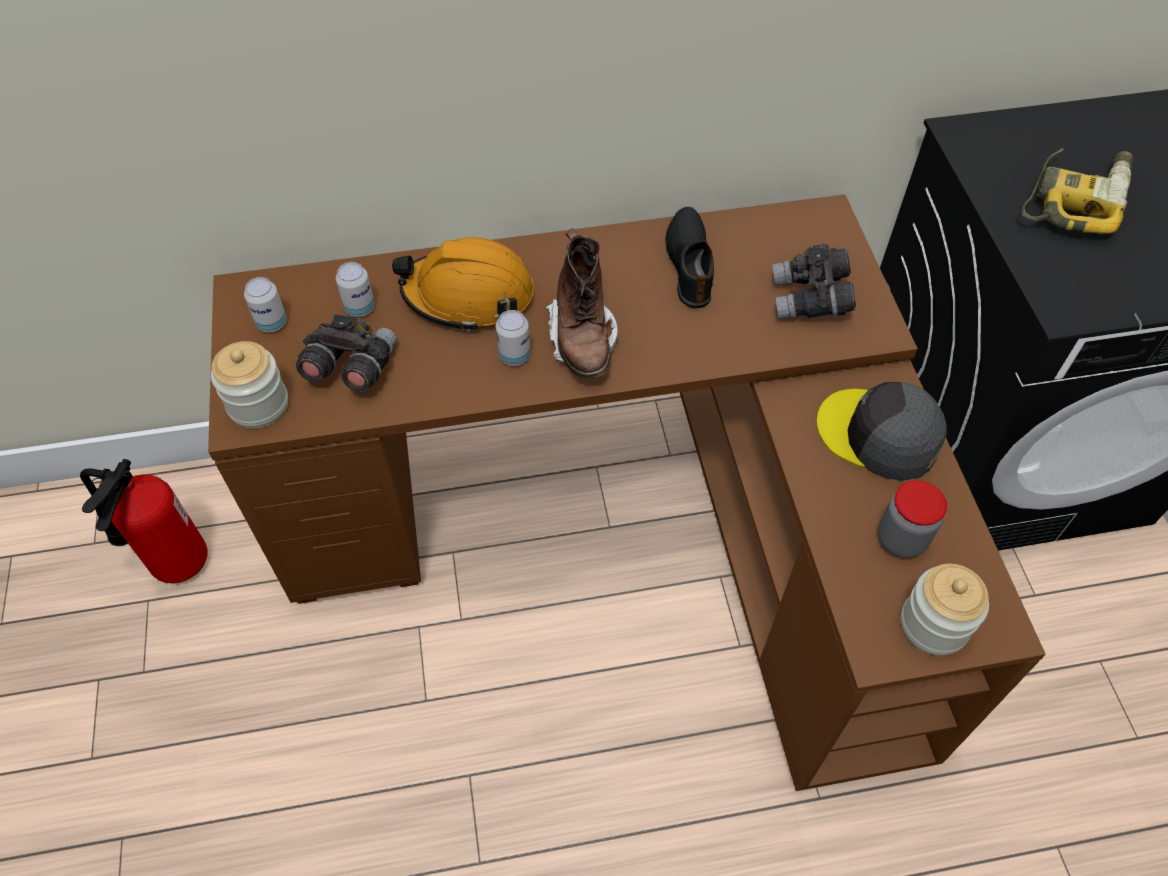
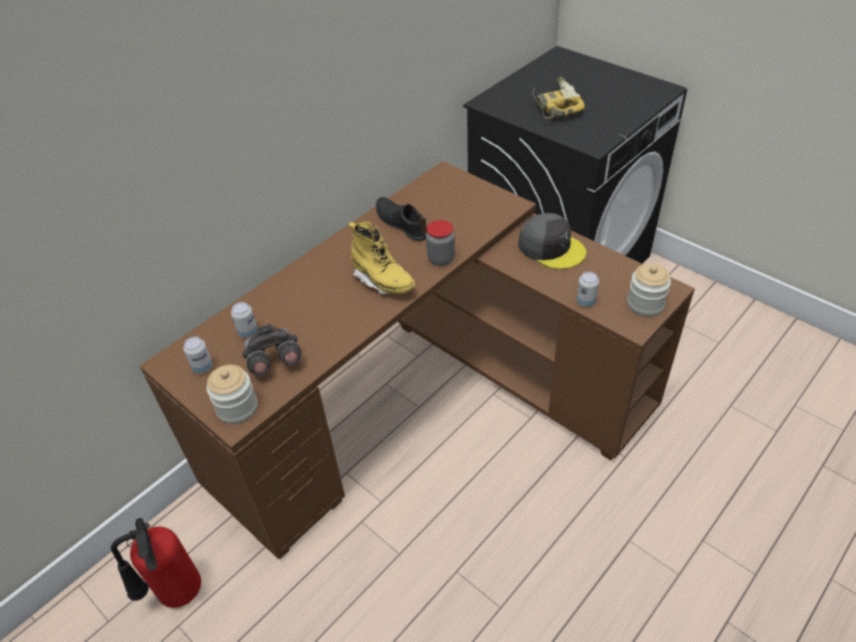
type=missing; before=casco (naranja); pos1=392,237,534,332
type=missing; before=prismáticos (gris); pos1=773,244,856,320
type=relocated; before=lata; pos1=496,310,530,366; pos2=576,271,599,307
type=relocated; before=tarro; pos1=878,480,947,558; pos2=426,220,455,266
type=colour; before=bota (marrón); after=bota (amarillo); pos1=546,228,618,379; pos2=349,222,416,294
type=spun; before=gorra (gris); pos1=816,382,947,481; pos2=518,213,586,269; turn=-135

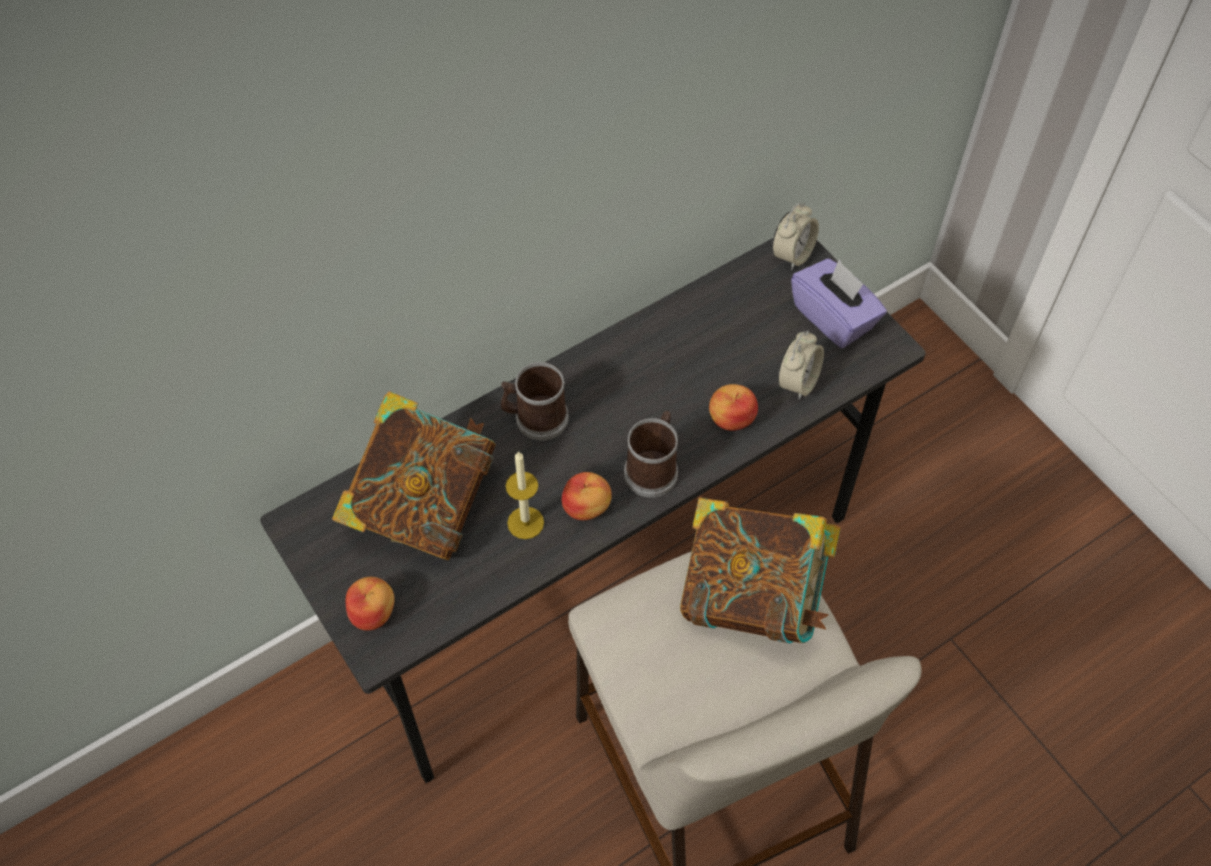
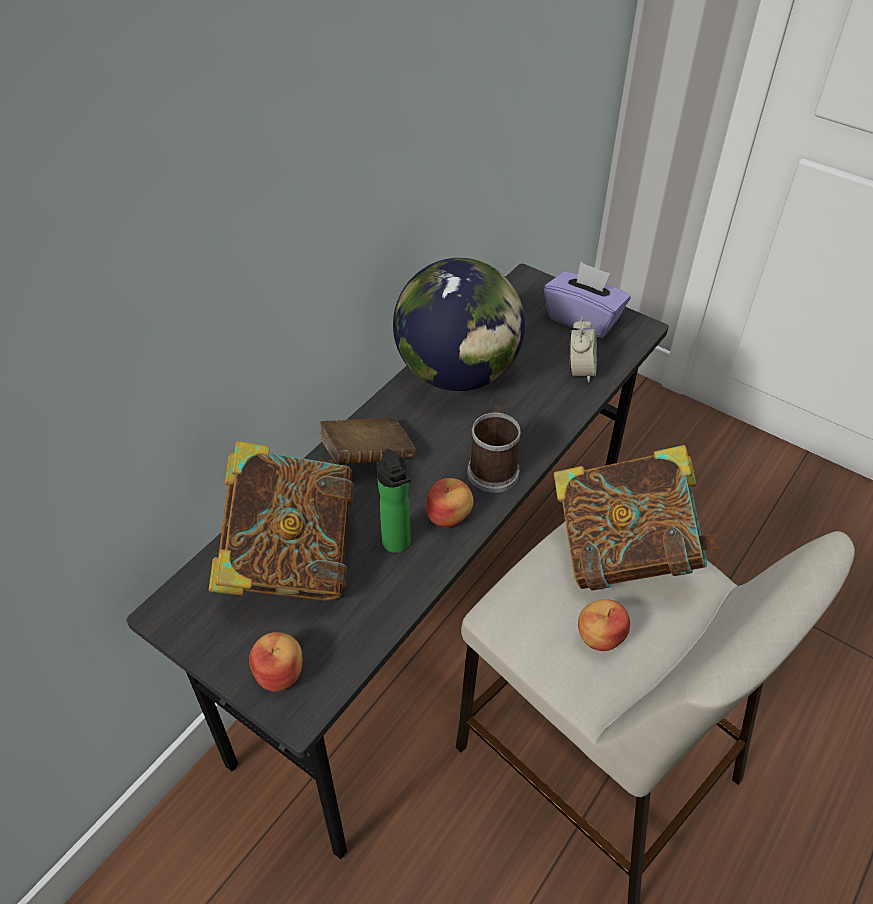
type=missing; before=despertador; pos1=772,202,819,270
type=appeared; after=globo terráqueo; pos2=393,258,525,391
type=relocated; before=manzana; pos1=709,384,758,431; pos2=578,599,630,651
type=exchanged; before=taza grande; after=libro (marrón); pos1=501,362,569,441; pos2=318,417,416,465
type=exchanged; before=vela; after=botella; pos1=506,451,544,539; pos2=377,449,411,553

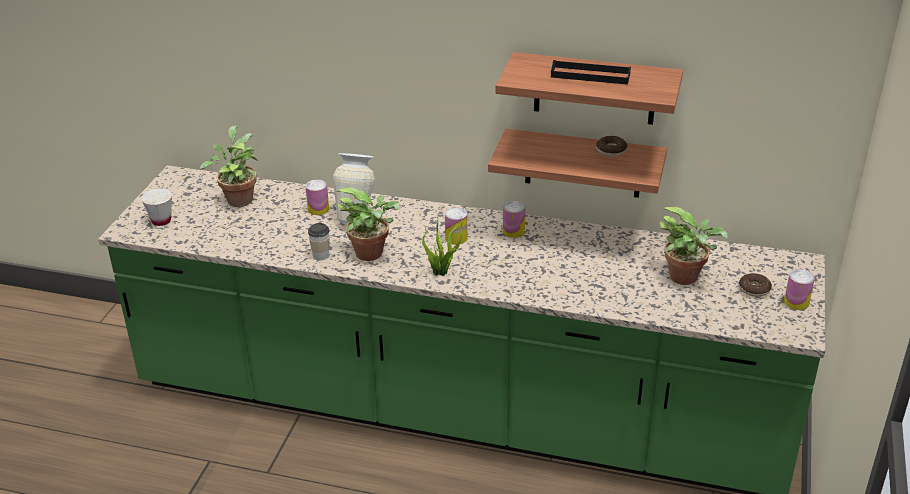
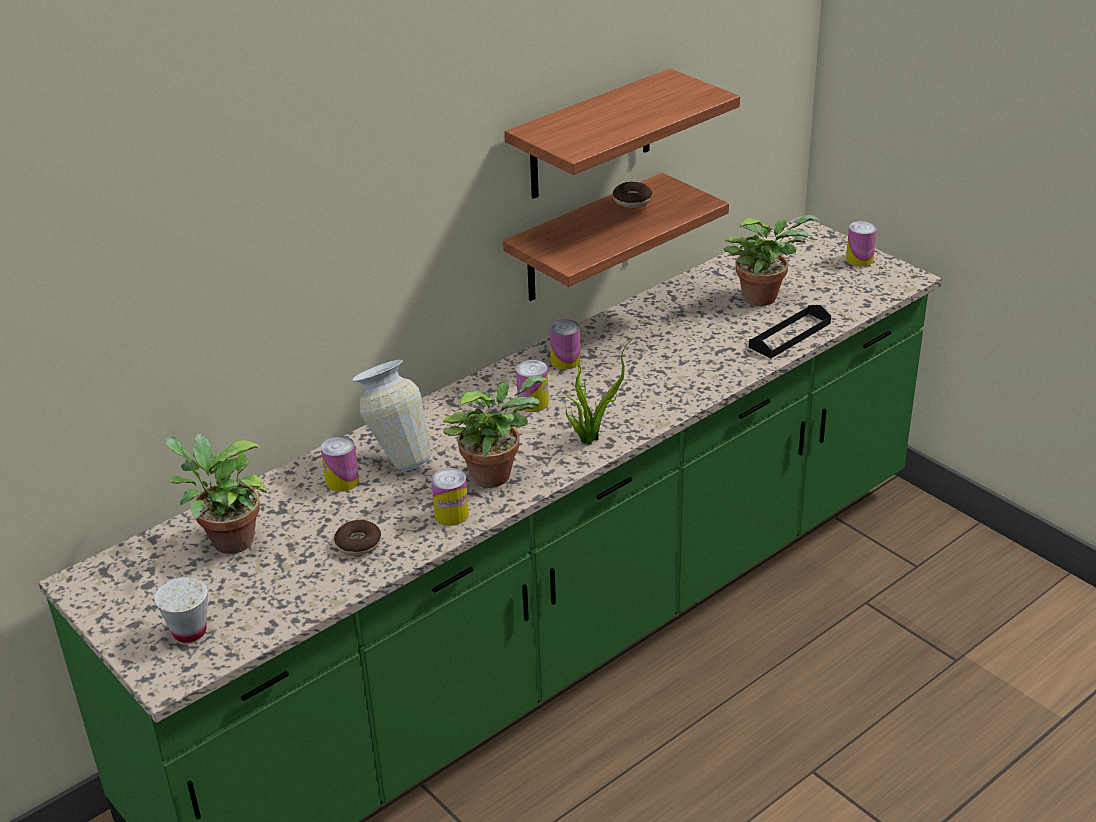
type=relocated; before=bandeja (negro); pos1=551,60,631,85; pos2=749,305,831,359
type=relocated; before=rosquilla; pos1=739,273,772,297; pos2=334,520,381,556
type=exchanged; before=taza; after=lata; pos1=308,223,330,260; pos2=431,468,469,526

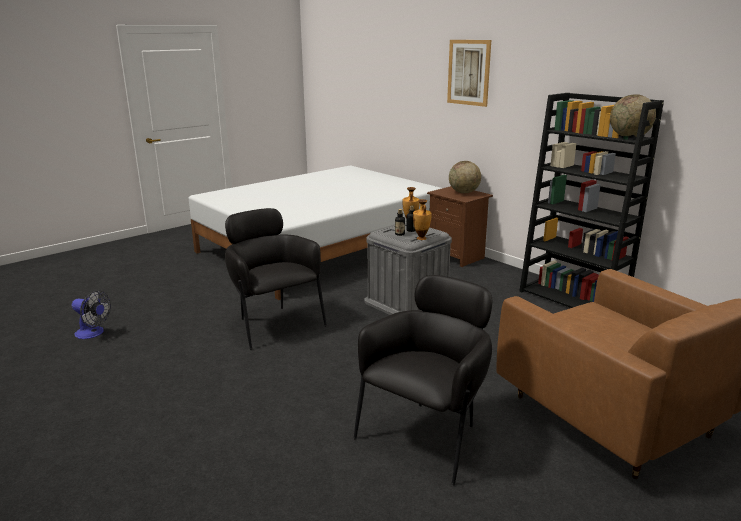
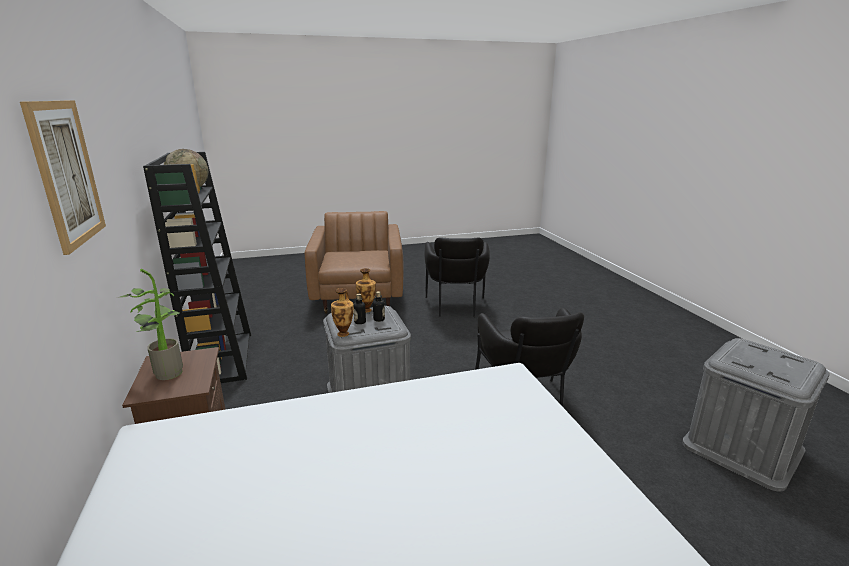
type=exchanged; before=ventilador; after=caja de almacenaje (gris); pos1=72,291,111,339; pos2=682,338,830,491
type=exchanged; before=globo terráqueo; after=planta en maceta; pos1=449,161,481,193; pos2=120,269,183,380
type=spun; before=sillón (negro); pos1=353,275,492,485; pos2=425,237,490,317; turn=-60

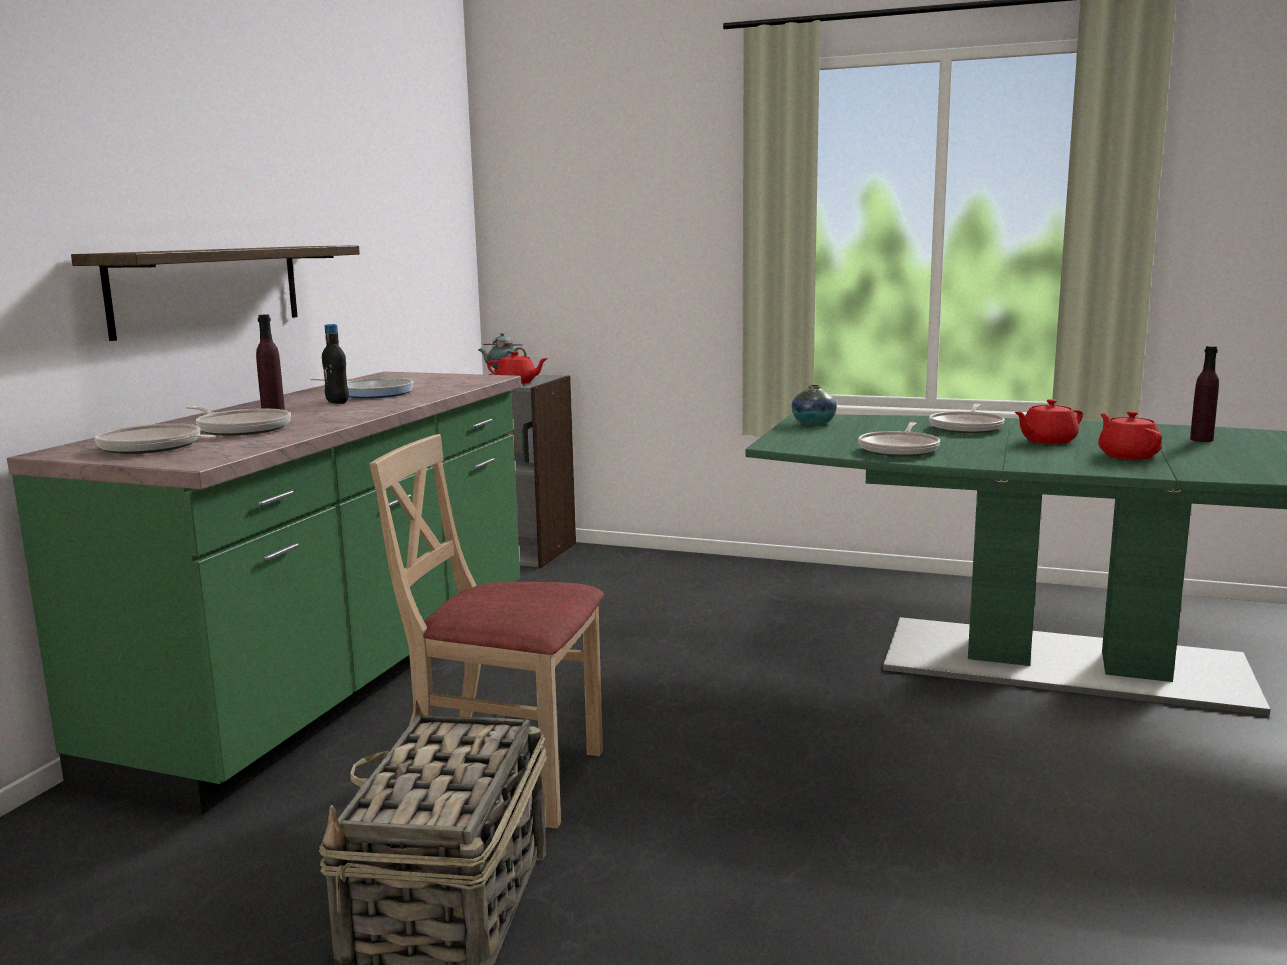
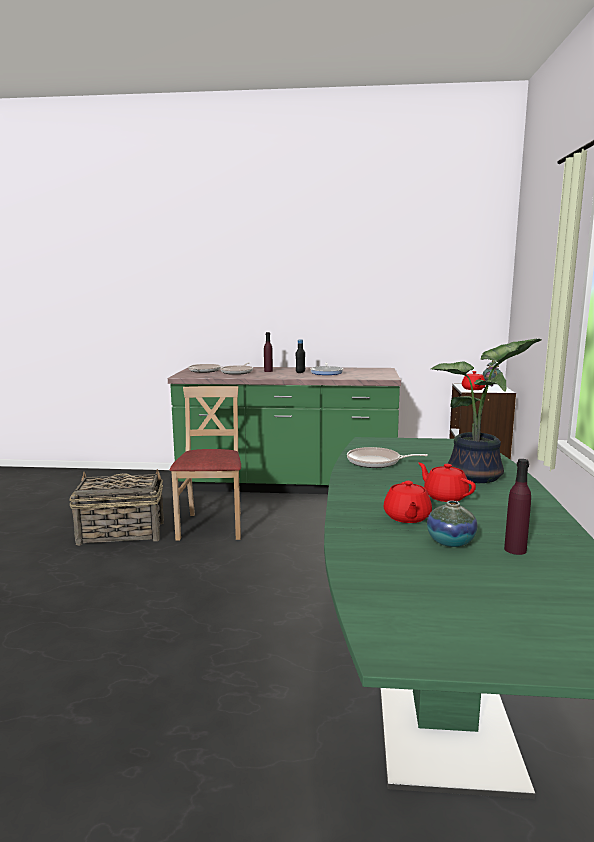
type=missing; before=estante; pos1=71,245,360,341
type=relocated; before=florero; pos1=791,385,837,425; pos2=427,501,477,547
type=exchanged; before=sartén; after=planta en maceta; pos1=929,404,1005,433; pos2=431,339,541,483
type=spun; before=tetera (rojo); pos1=1098,411,1162,460; pos2=383,481,432,523; turn=120

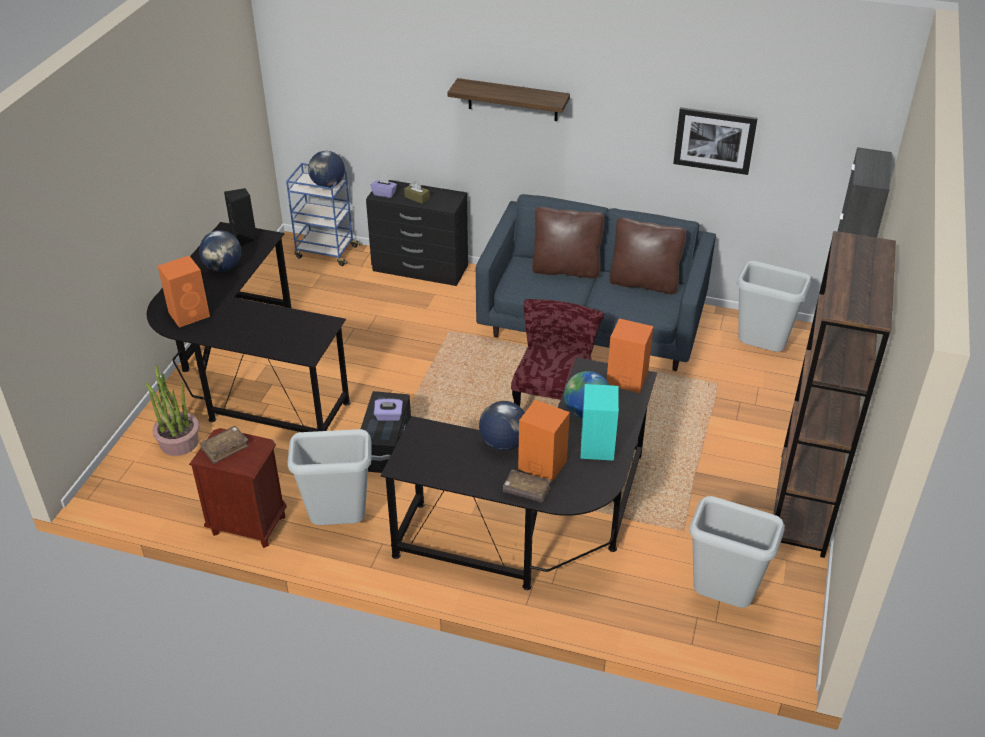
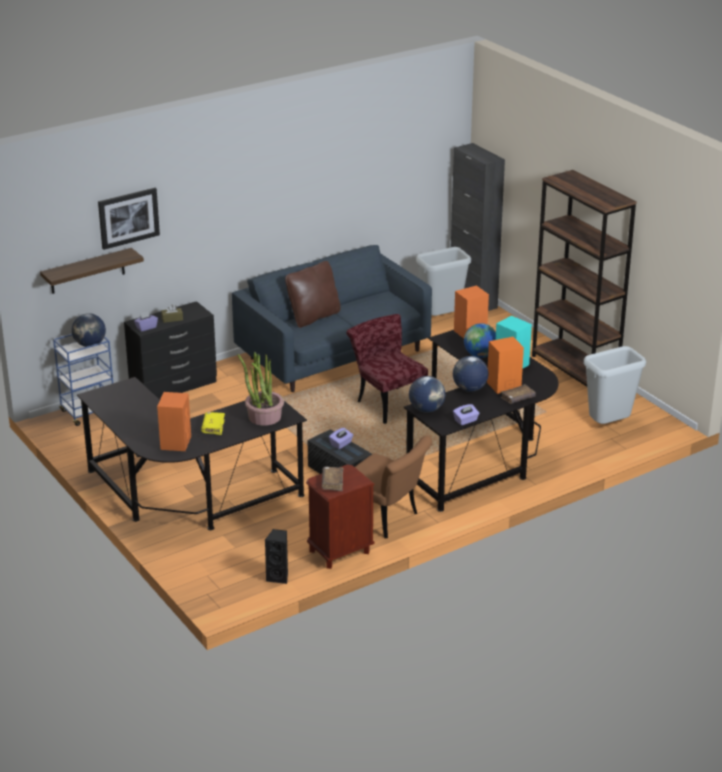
type=missing; before=cojín (marrón); pos1=609,217,686,294
type=appeared; after=libro (amarillo); pos2=201,412,225,435
type=appeared; after=caja de pañuelos (morado); pos2=453,404,480,425
type=relocated; before=planta en maceta; pos1=145,365,199,456; pos2=237,352,284,426
type=relocated; before=globo terráqueo; pos1=199,230,241,272; pos2=409,376,445,413
type=relocated; before=altavoz (negro); pos1=224,188,257,246; pos2=264,529,288,584
type=relocated; before=estante; pos1=448,78,570,121; pos2=40,248,144,294
type=relocated; before=cuadro; pos1=673,107,758,175; pos2=98,188,160,250
type=exchanged; before=papelera (gris); after=silla (marrón); pos1=288,429,372,525; pos2=355,435,432,538

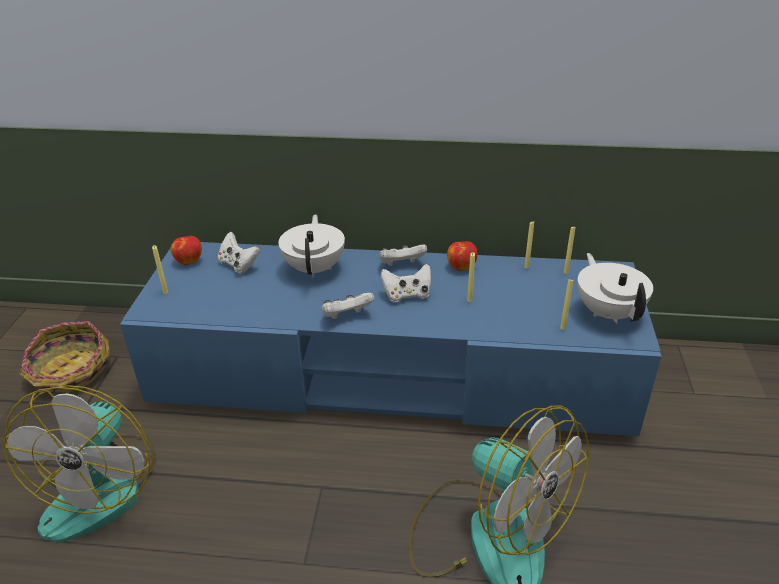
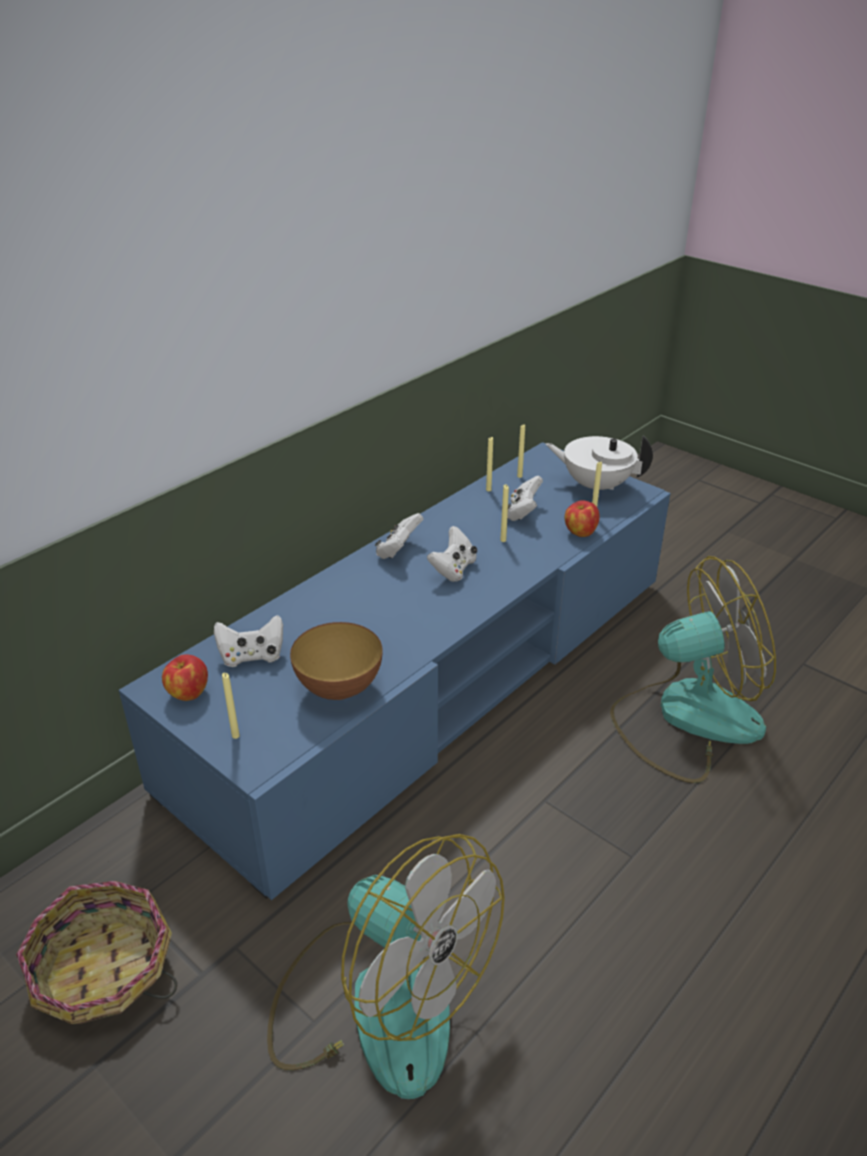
type=missing; before=tetera (blanco); pos1=279,214,345,278
type=appeared; after=cuenco; pos2=290,622,383,700
type=relocated; before=mando de consola (blanco); pos1=322,293,374,320; pos2=507,476,543,521
type=relocated; before=manzana; pos1=447,241,478,271; pos2=564,500,599,537

